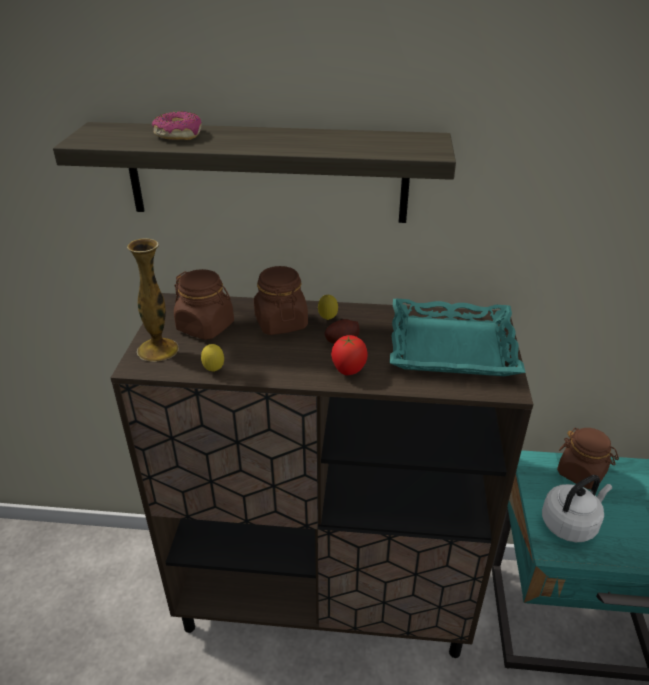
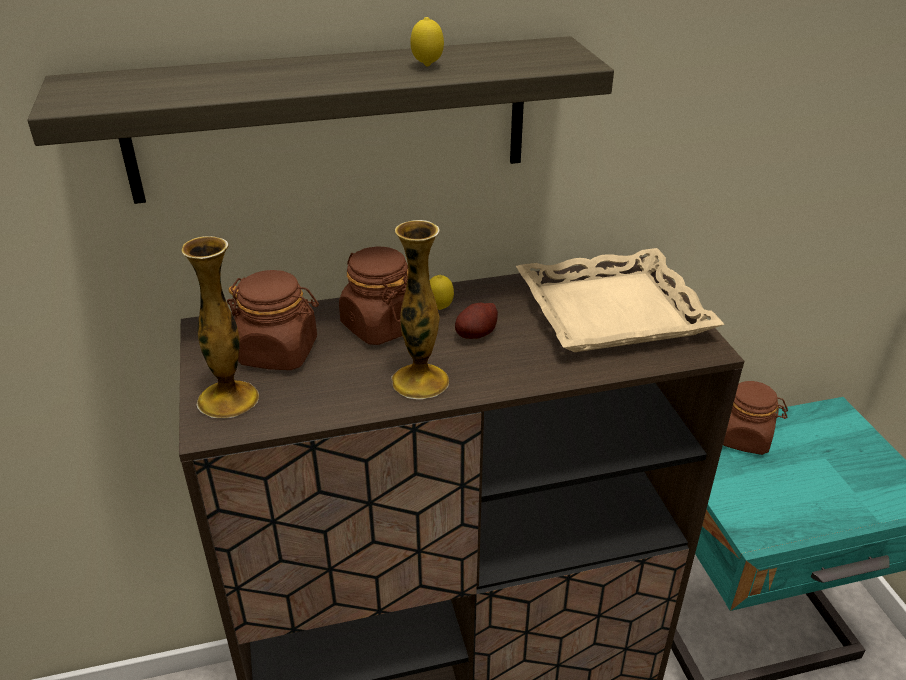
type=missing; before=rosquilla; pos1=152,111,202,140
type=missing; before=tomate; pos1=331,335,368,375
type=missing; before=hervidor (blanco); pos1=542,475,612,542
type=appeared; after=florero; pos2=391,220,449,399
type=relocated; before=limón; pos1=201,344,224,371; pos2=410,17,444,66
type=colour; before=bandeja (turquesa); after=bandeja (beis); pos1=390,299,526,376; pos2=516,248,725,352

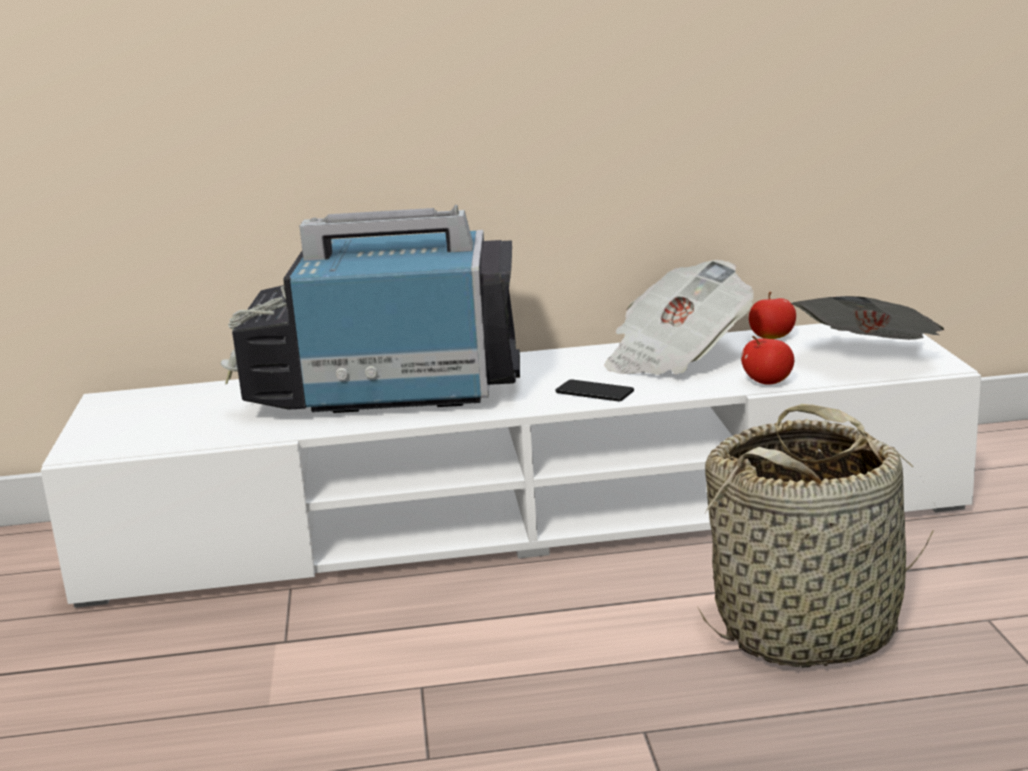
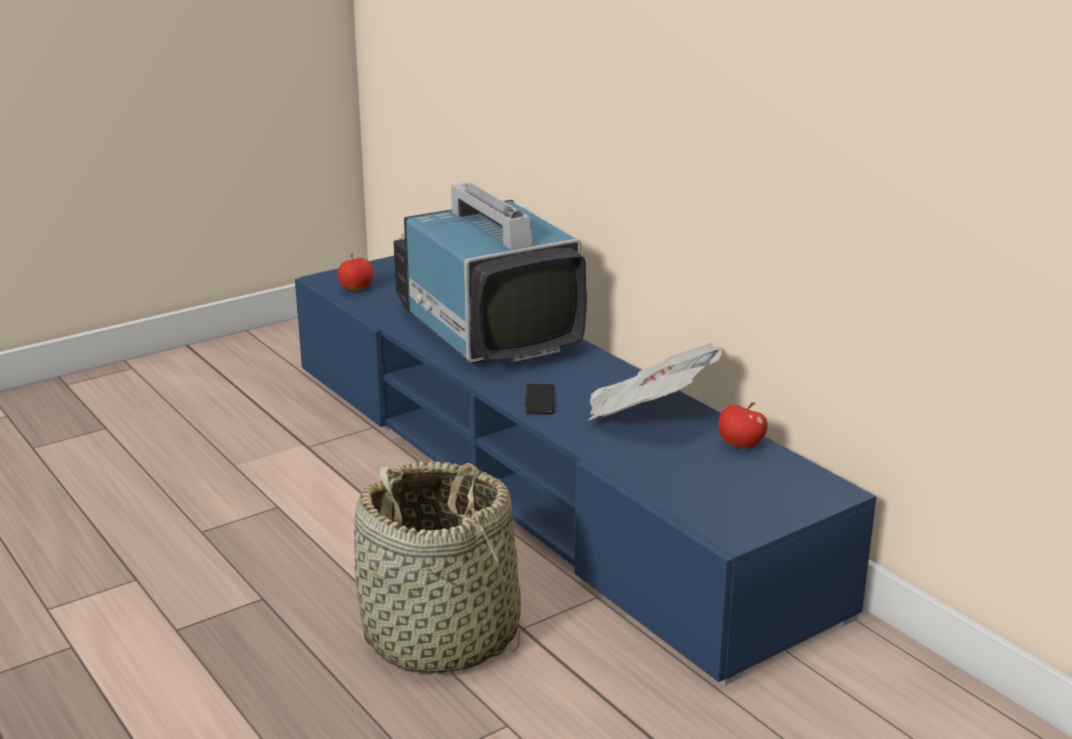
type=missing; before=periódico; pos1=791,296,944,340
type=relocated; before=manzana; pos1=741,336,794,385; pos2=338,253,374,291
type=colour; before=mueble de televisión (blanco); after=mueble de televisión (azul); pos1=41,323,981,608; pos2=295,256,876,685

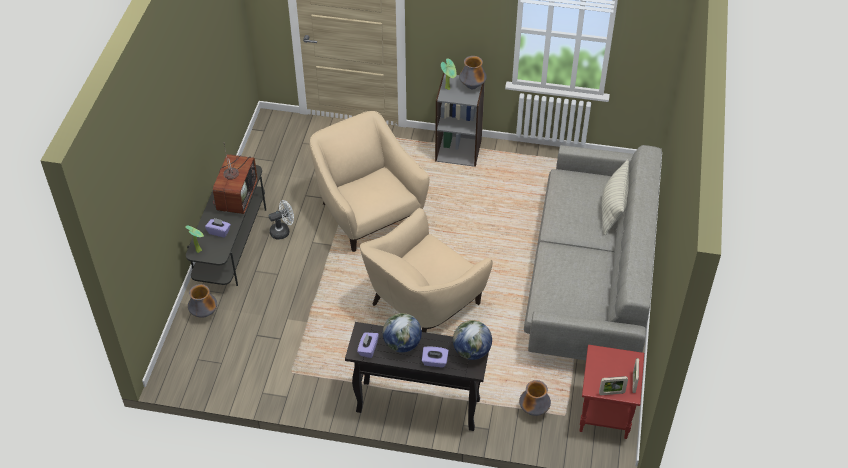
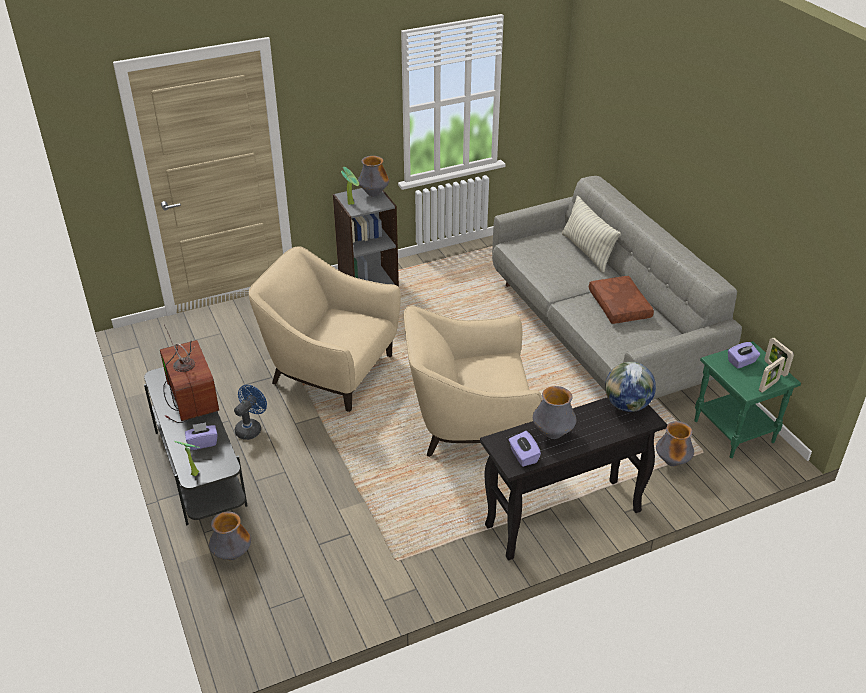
type=appeared; after=cojín (marrón); pos2=589,276,654,324
type=relocated; before=caja de pañuelos (morado); pos1=422,346,449,367; pos2=728,342,760,369
type=exchanged; before=globo terráqueo; after=florero; pos1=383,313,422,353; pos2=533,386,576,439
type=colour; before=ventilador (blanco); after=ventilador (azul); pos1=269,200,294,240; pos2=234,385,267,440
type=colour; before=mesa auxiliar (rojo); after=mesa auxiliar (verde); pos1=580,345,644,439; pos2=694,341,801,458
type=spun; before=sillón (beis); pos1=360,208,493,332; pos2=404,305,542,457; turn=75

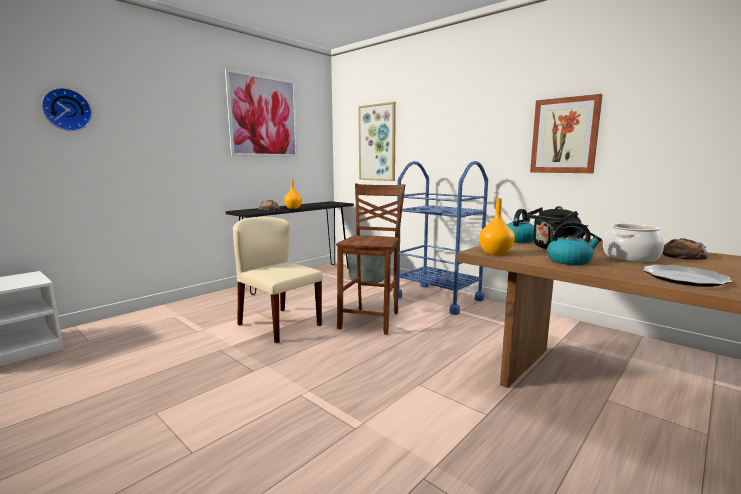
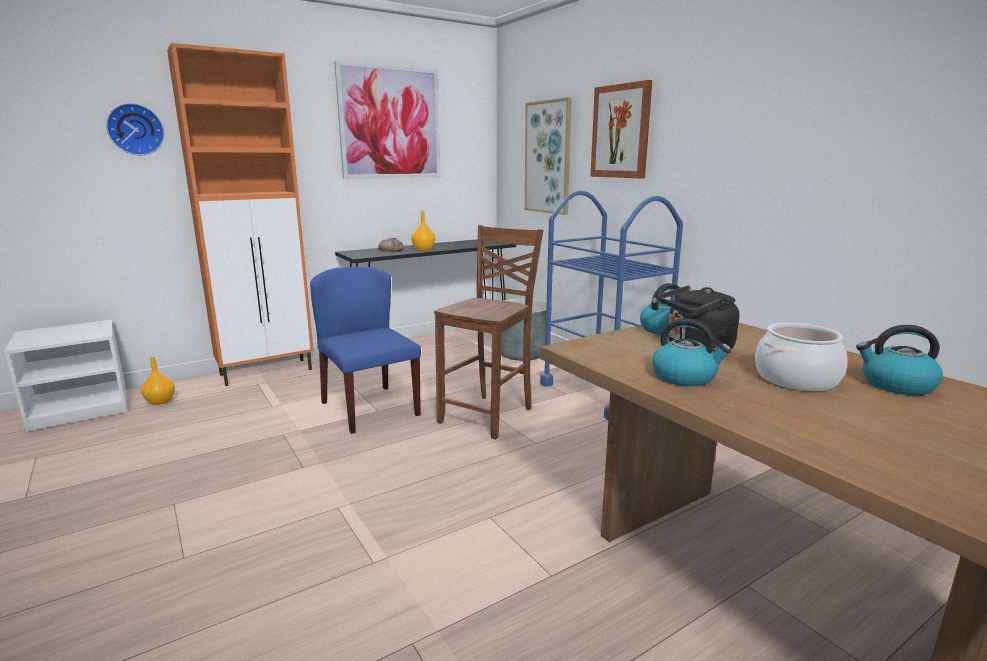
type=missing; before=plato; pos1=643,265,732,287
type=appeared; after=armario (naranja); pos2=167,43,314,386
type=relocated; before=florero (naranja); pos1=479,198,515,256; pos2=141,357,175,405
type=relocated; before=cuadro; pos1=530,94,603,173; pos2=590,80,652,179
type=exchanged; before=pan; after=hervidor; pos1=662,238,708,260; pos2=856,325,943,395
type=colour; before=silla (beis); after=silla (azul); pos1=233,217,323,343; pos2=310,267,421,434

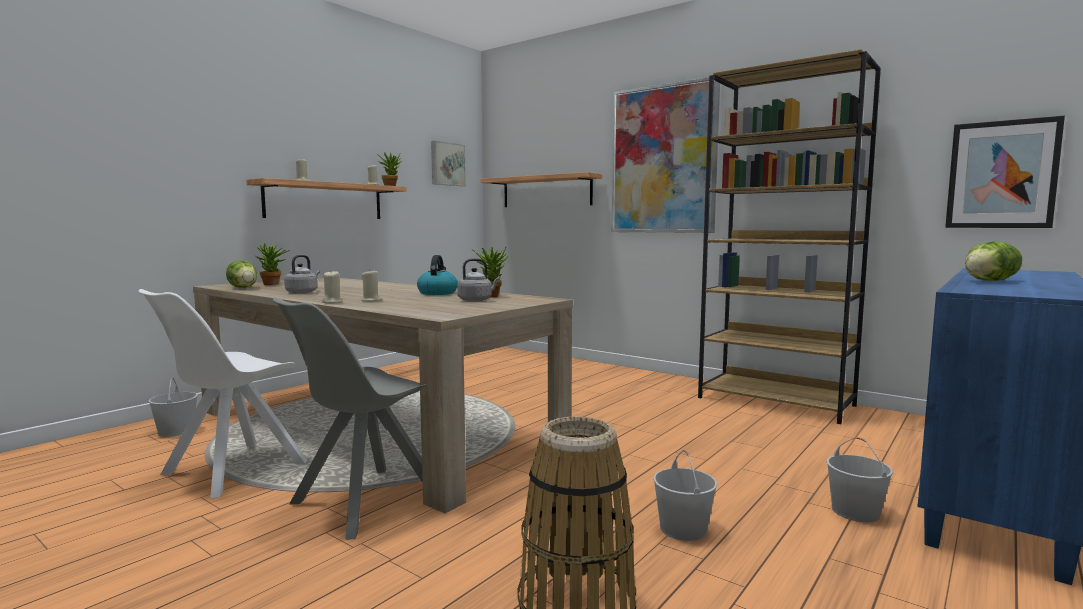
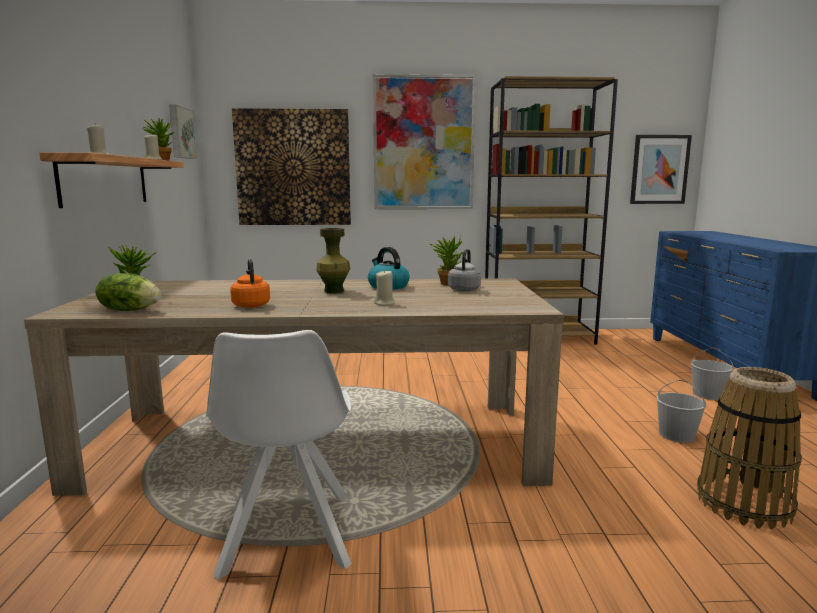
type=missing; before=cubo (blanco); pos1=149,377,198,437
type=missing; before=silla (gris); pos1=273,297,426,540
type=missing; before=vela (beis); pos1=322,271,342,303
type=missing; before=lechuga; pos1=965,241,1022,281
type=appeared; after=florero (verde); pos2=316,228,350,293
type=exchanged; before=estante; after=cuadro; pos1=480,172,602,207; pos2=232,108,351,225
type=colour; before=hervidor (gris); after=hervidor (naranja); pos1=284,255,320,294; pos2=230,259,270,308

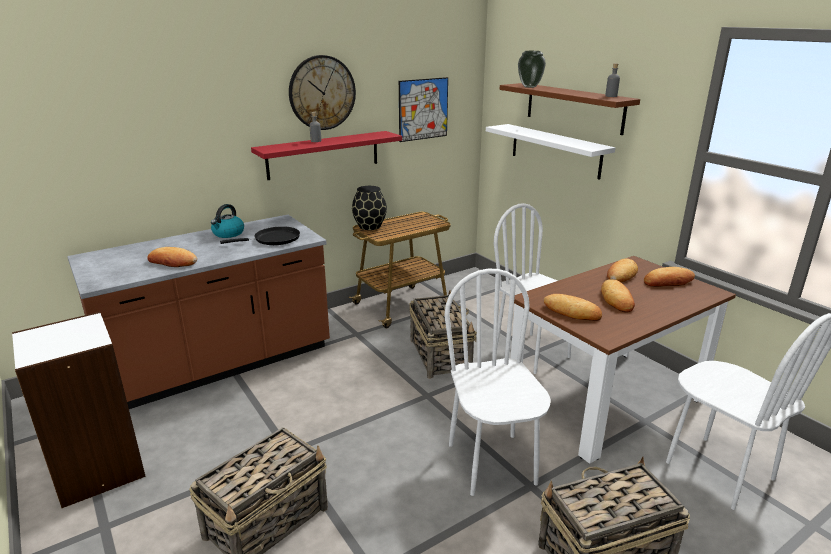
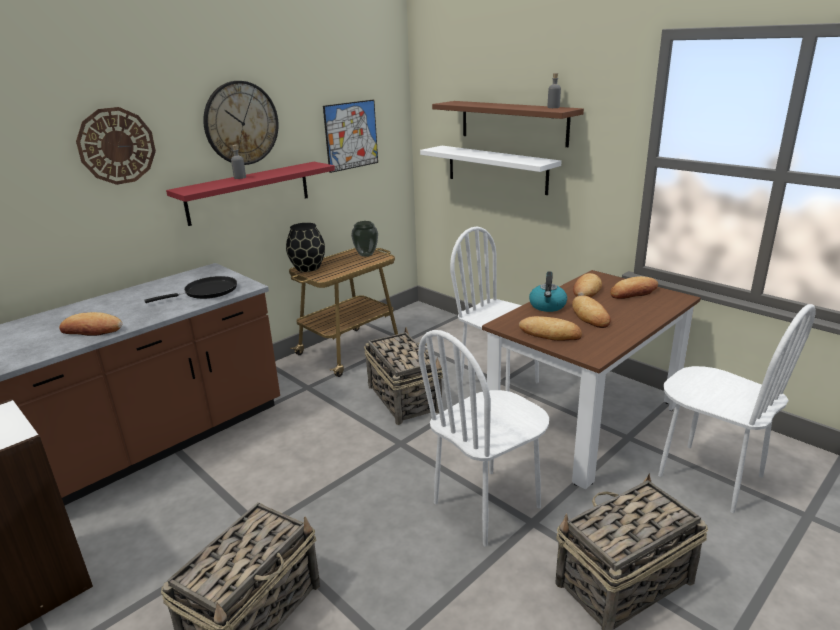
type=appeared; after=reloj de pared; pos2=76,107,156,185
type=relocated; before=hervidor; pos1=211,204,244,238; pos2=529,272,567,312
type=relocated; before=florero; pos1=518,51,546,88; pos2=351,221,378,257
type=spun; before=silla (blanco); pos1=444,269,550,496; pos2=418,330,549,547; turn=-105

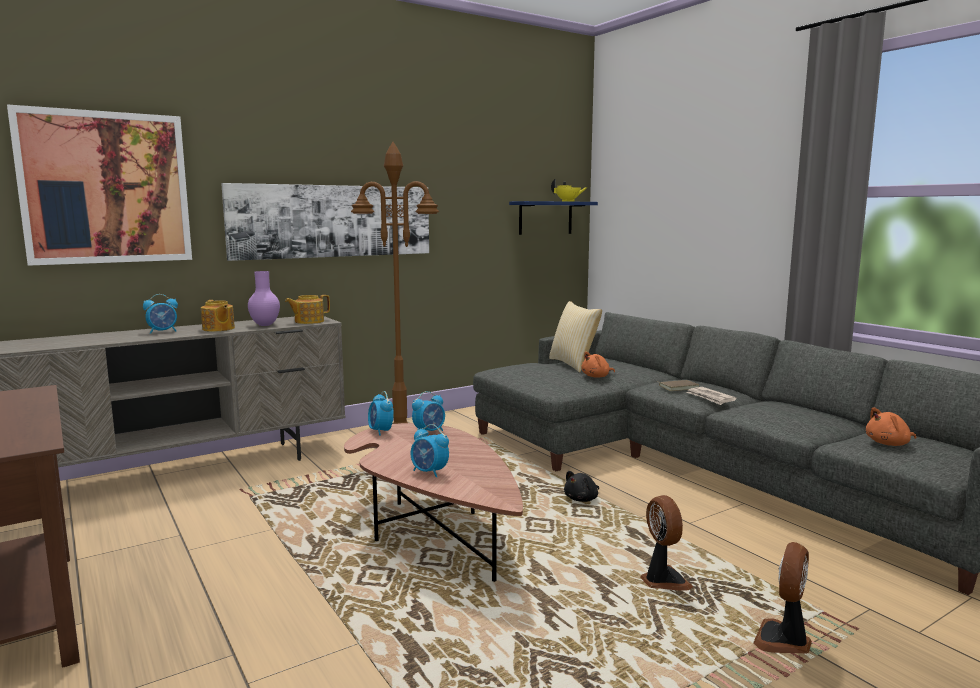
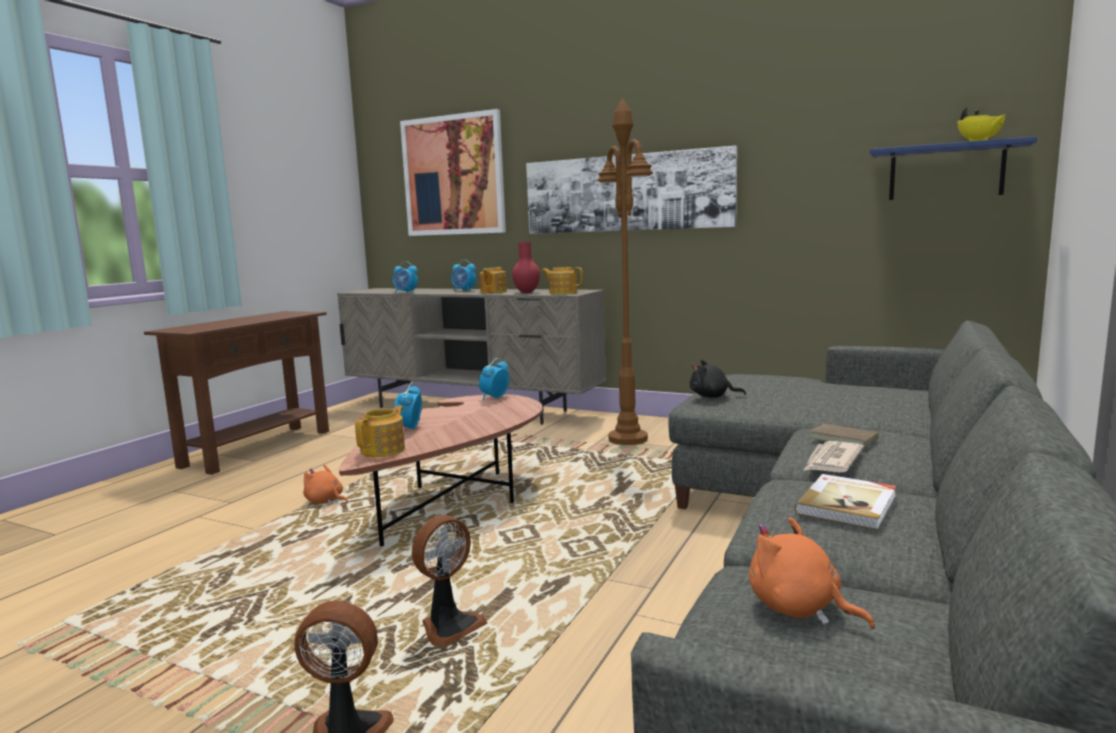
type=missing; before=cojín; pos1=549,301,602,373
type=appeared; after=tetera; pos2=355,405,405,457
type=appeared; after=libro; pos2=795,474,897,530
type=relocated; before=despertador; pos1=412,391,445,431; pos2=393,261,418,293
type=relocated; before=peluche (negro); pos1=564,471,599,502; pos2=690,360,746,398
type=relocated; before=peluche (naranja); pos1=581,352,615,378; pos2=303,464,348,505
type=colour; before=florero (morado); after=florero (rojo); pos1=248,271,280,326; pos2=512,242,540,293

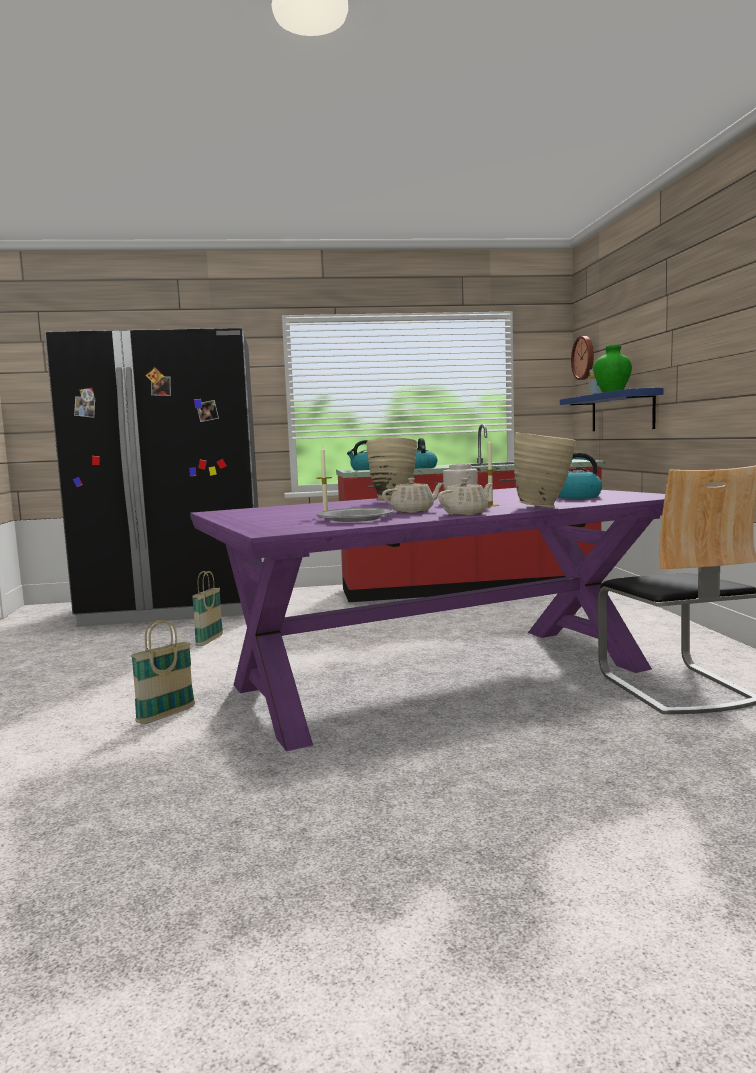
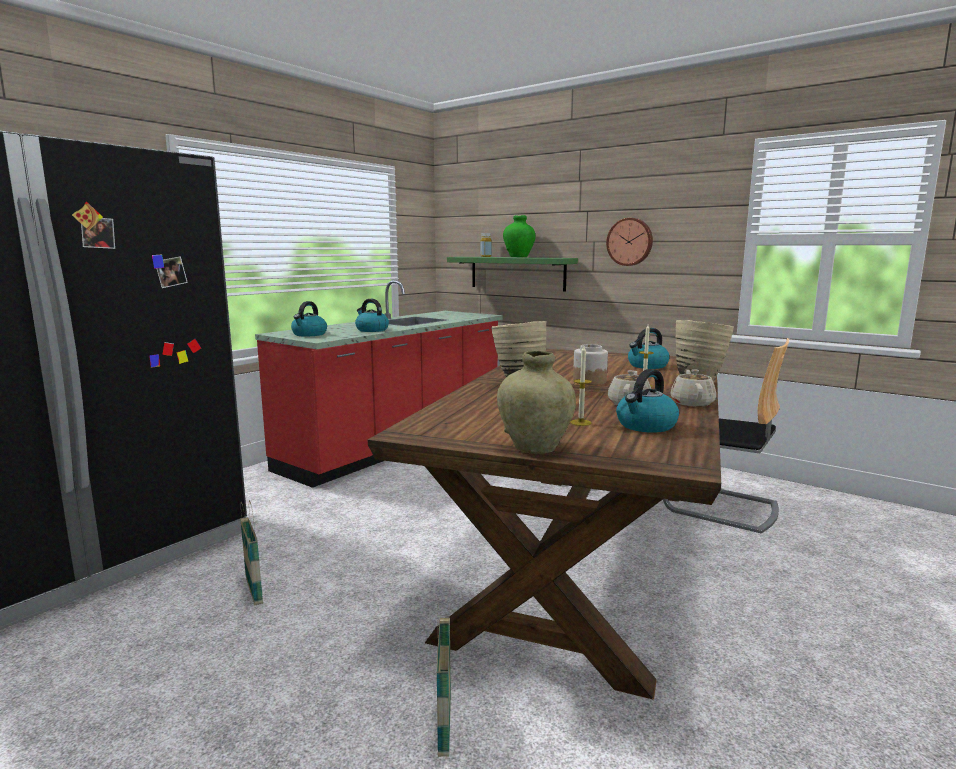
type=appeared; after=florero (beis); pos2=497,351,576,454
type=relocated; before=reloj de pared; pos1=571,336,594,380; pos2=606,218,653,266
type=exchanged; before=plato (gris); after=hervidor; pos1=317,508,394,522; pos2=616,369,679,433
type=colour; before=mesa de comedor (morado); after=mesa de comedor (marrón); pos1=190,488,665,751; pos2=368,349,721,699
type=colour; before=estante (azul); after=estante (verde); pos1=560,388,664,431; pos2=447,257,578,291

